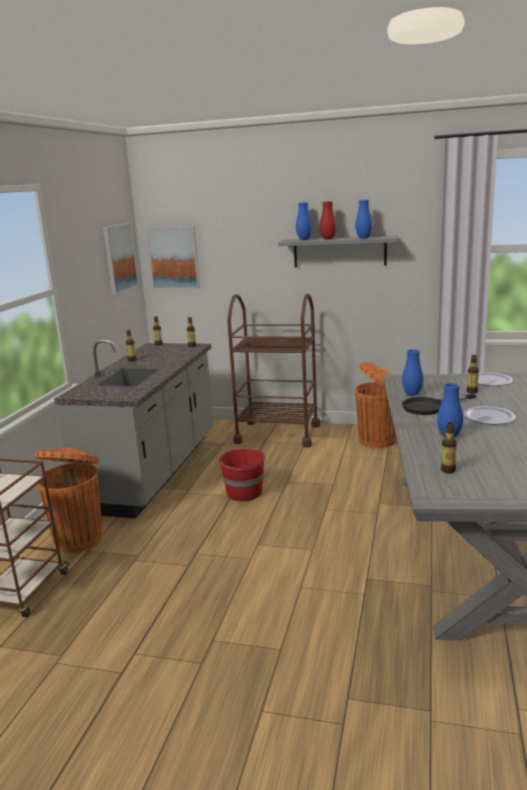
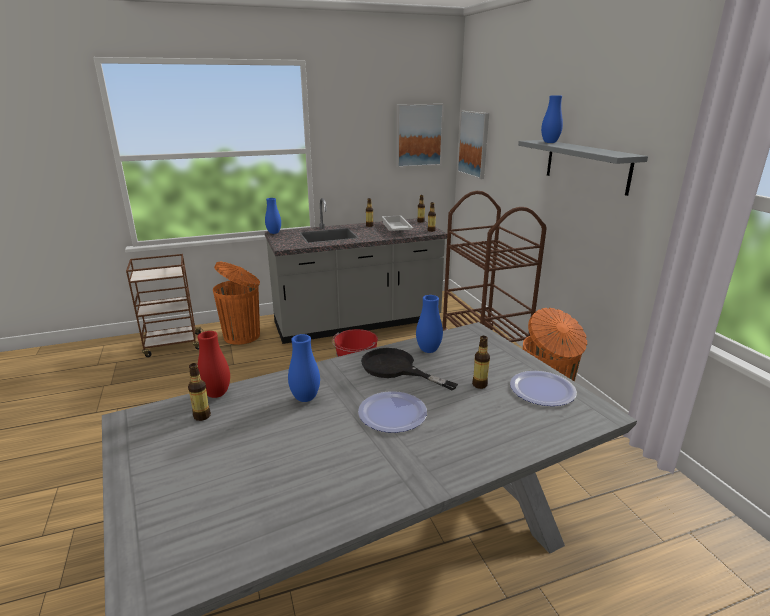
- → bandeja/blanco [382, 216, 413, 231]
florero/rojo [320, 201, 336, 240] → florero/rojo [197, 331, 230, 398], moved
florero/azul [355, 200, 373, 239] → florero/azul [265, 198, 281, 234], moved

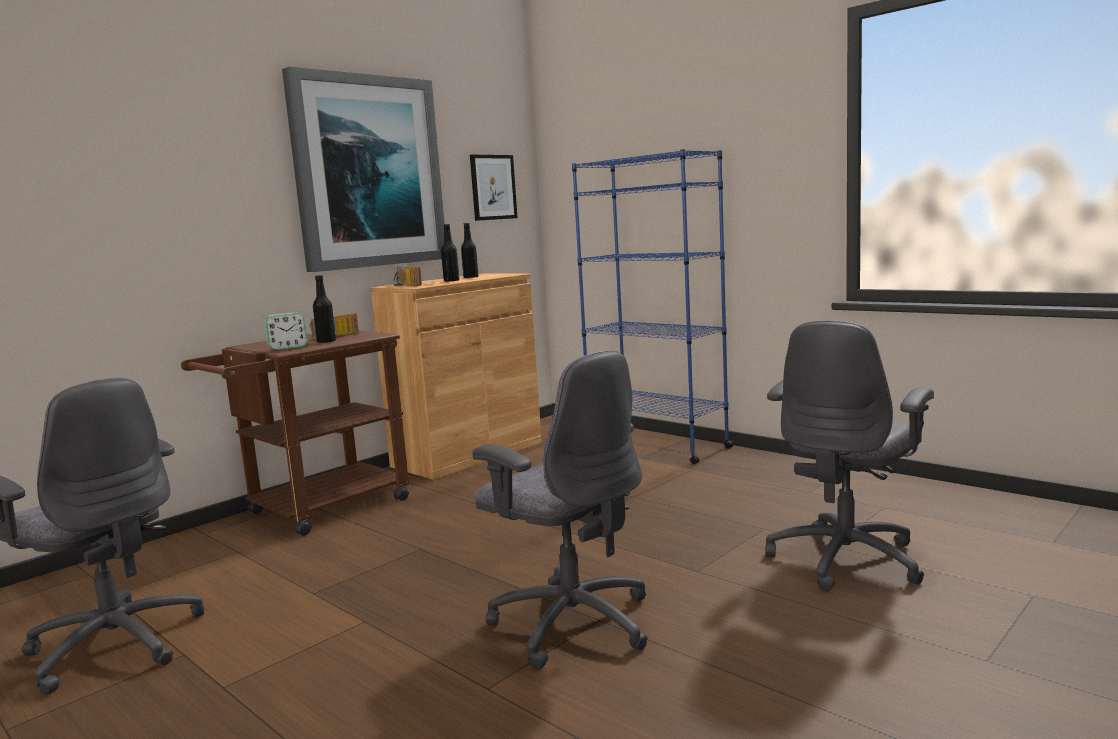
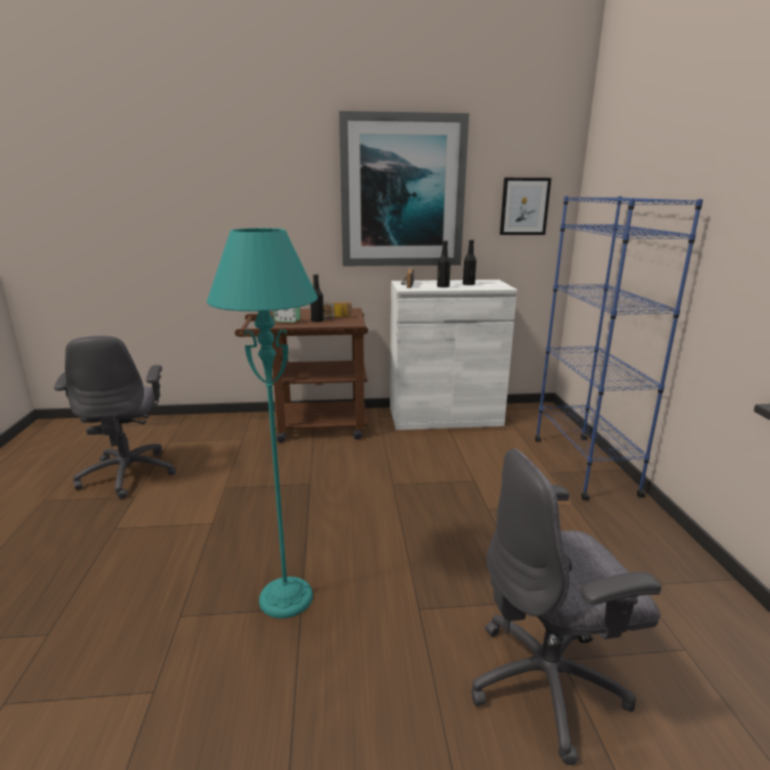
silla de oficina/gris [472, 350, 648, 670] → lámpara de pie/turquesa [207, 228, 318, 618]
armario/marrón [371, 274, 542, 480] → armario/blanco [390, 280, 517, 430]

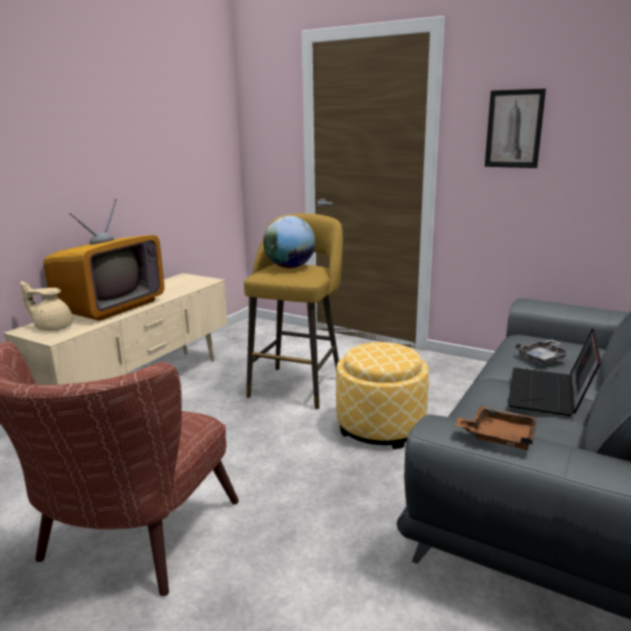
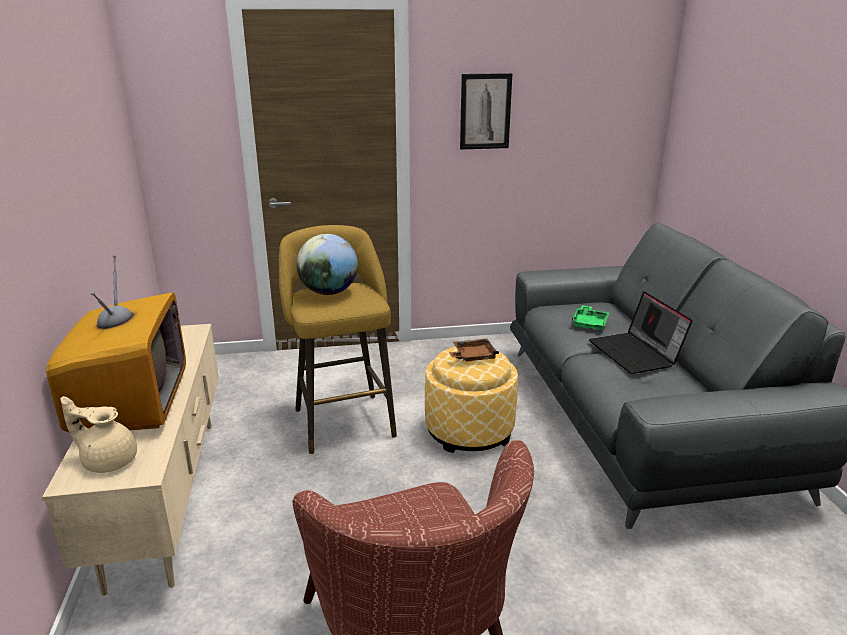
bandeja/marrón [455, 406, 537, 450] → bandeja/marrón [449, 339, 499, 362], moved
bandeja/gris [516, 340, 572, 364] → bandeja/verde [572, 305, 610, 329]
tetera/beis [20, 281, 73, 331] → tetera/beis [61, 396, 137, 473], 45 degrees clockwise

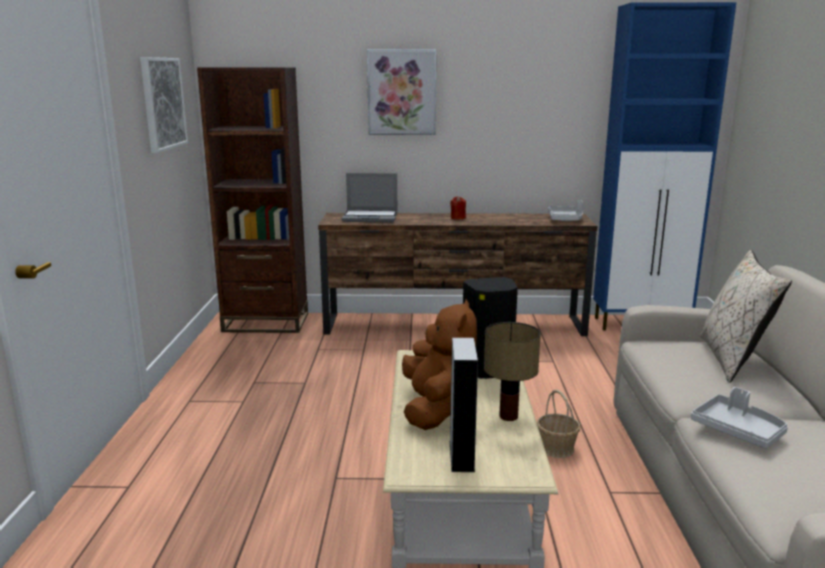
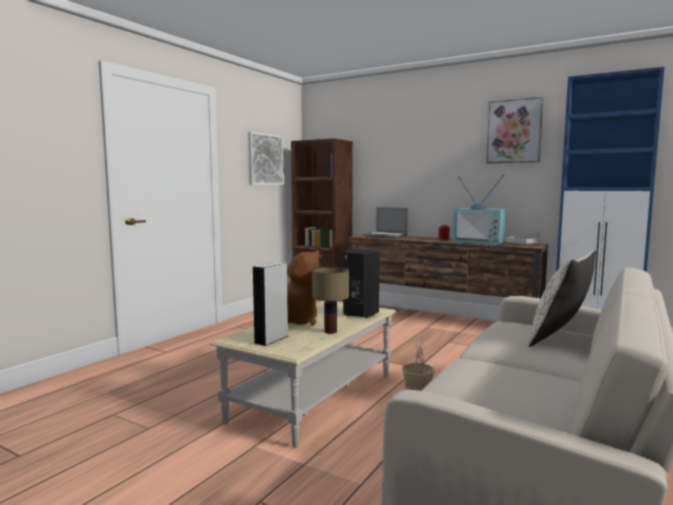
bandeja/gris [691, 387, 788, 449] → -
- → televisor [452, 174, 506, 245]
cuadro [367, 49, 436, 135] → cuadro [486, 96, 543, 163], moved

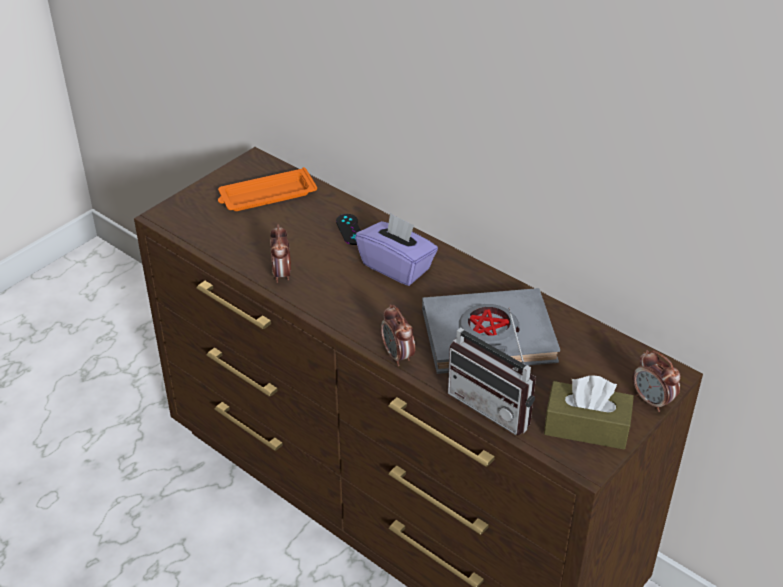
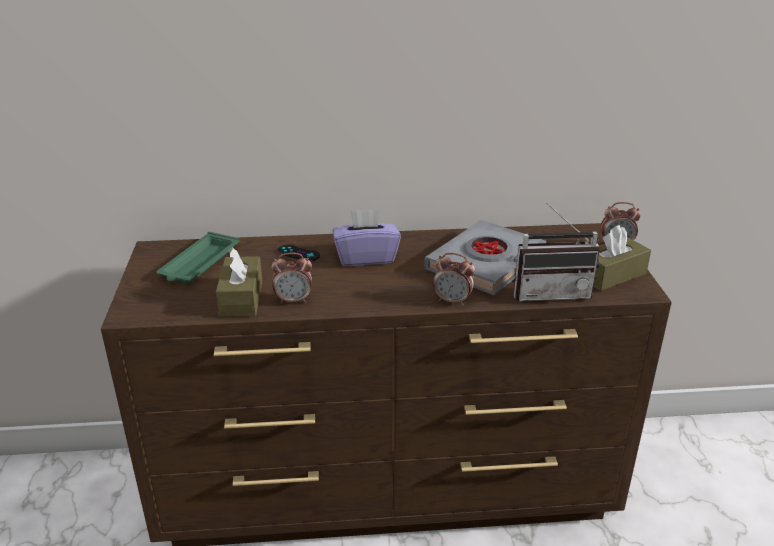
- → caja de pañuelos/marrón [216, 247, 262, 317]
bandeja/naranja [218, 167, 317, 211] → bandeja/verde [157, 232, 240, 283]
despertador [270, 225, 291, 283] → despertador [272, 252, 312, 304], 45 degrees counterclockwise

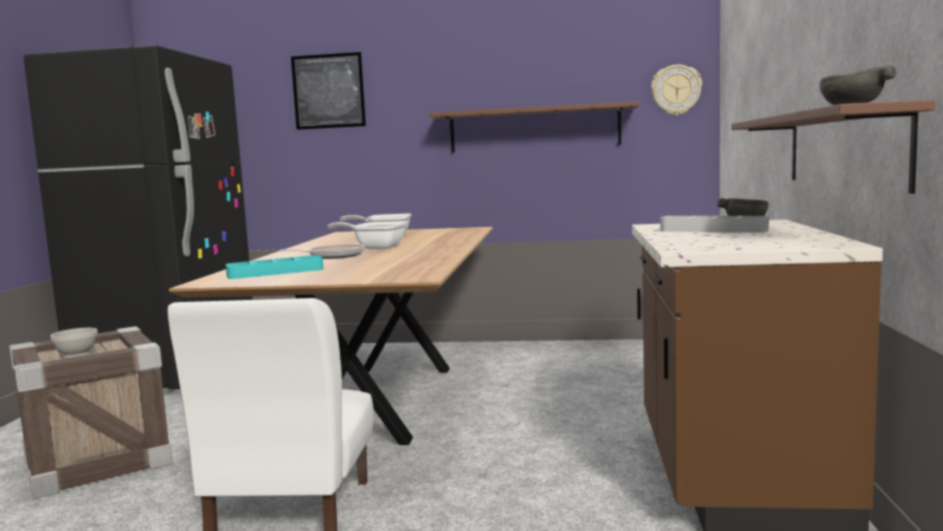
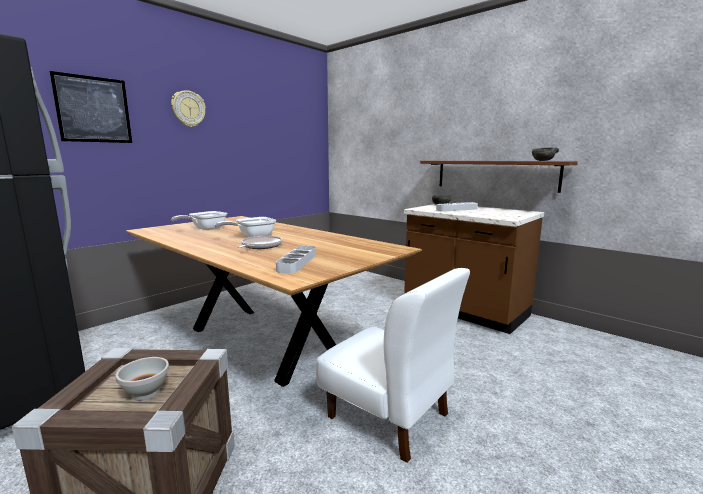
estante/marrón [429, 101, 639, 152] → -
reloj de pared [651, 64, 702, 116] → reloj de pared [171, 90, 206, 127], moved
bandeja/turquesa [226, 255, 323, 279] → bandeja/gris [276, 246, 316, 274]

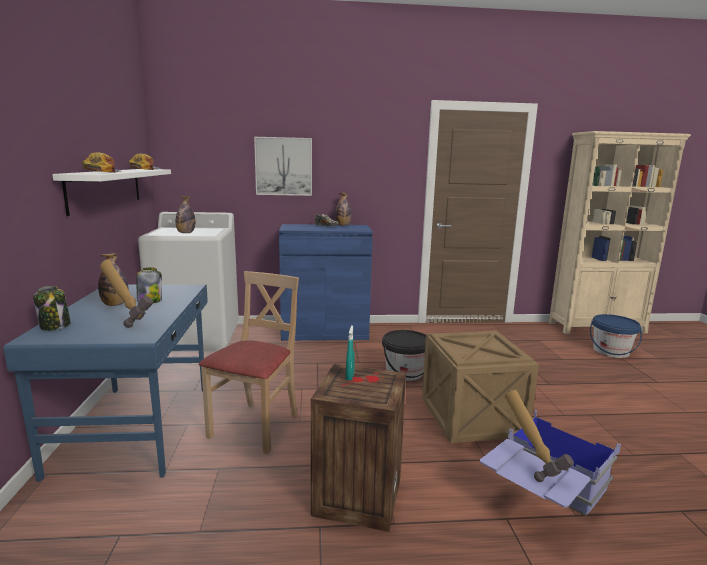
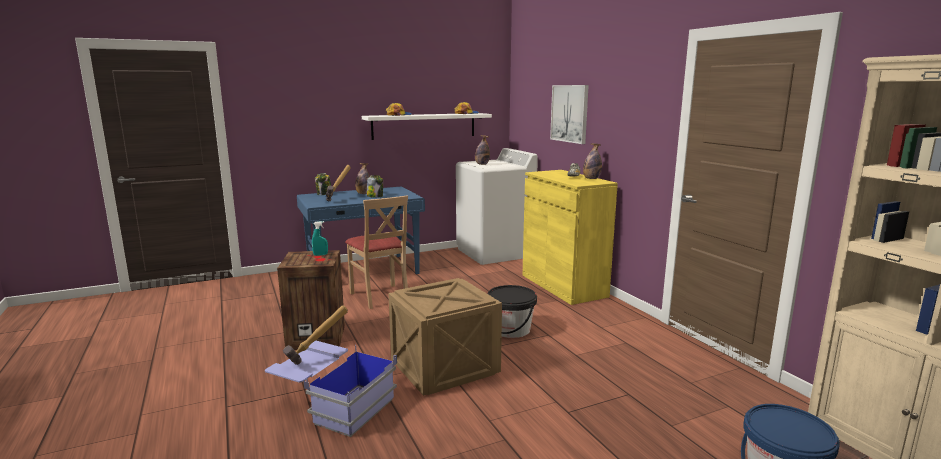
armario/azul [279, 224, 373, 341] → armario/amarillo [522, 170, 618, 305]
silla/beis [199, 271, 299, 454] → silla/beis [345, 195, 408, 309], 60 degrees clockwise

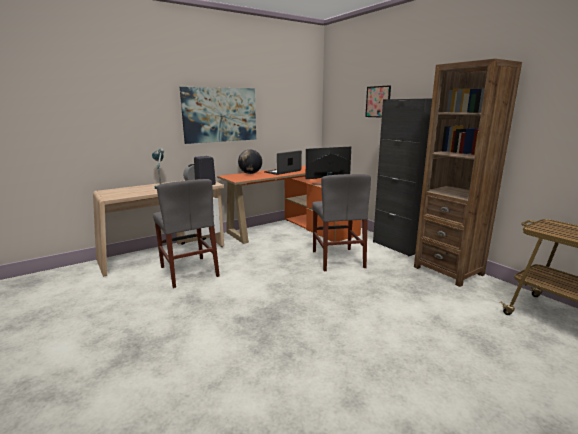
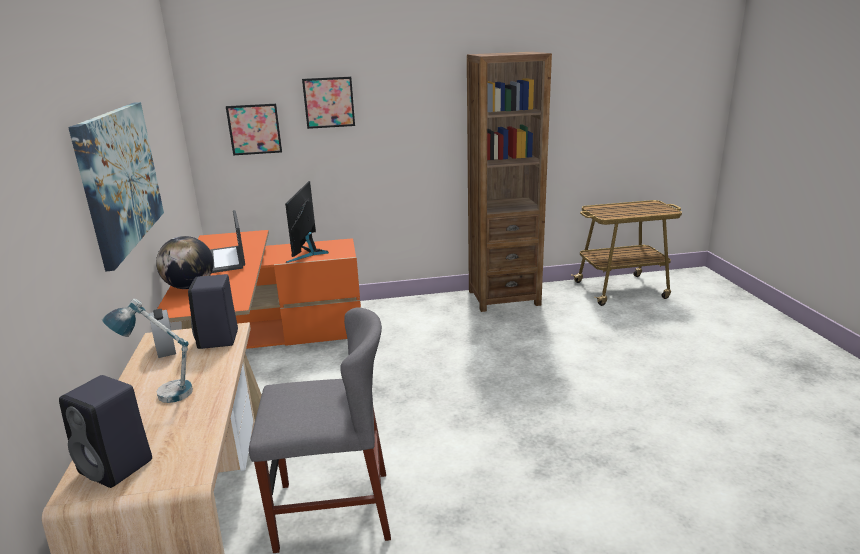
silla/gris [312, 174, 371, 271] → -
armario/negro [373, 99, 432, 257] → -
- → altavoz/negro [59, 375, 152, 488]
- → cuadro [226, 104, 282, 155]

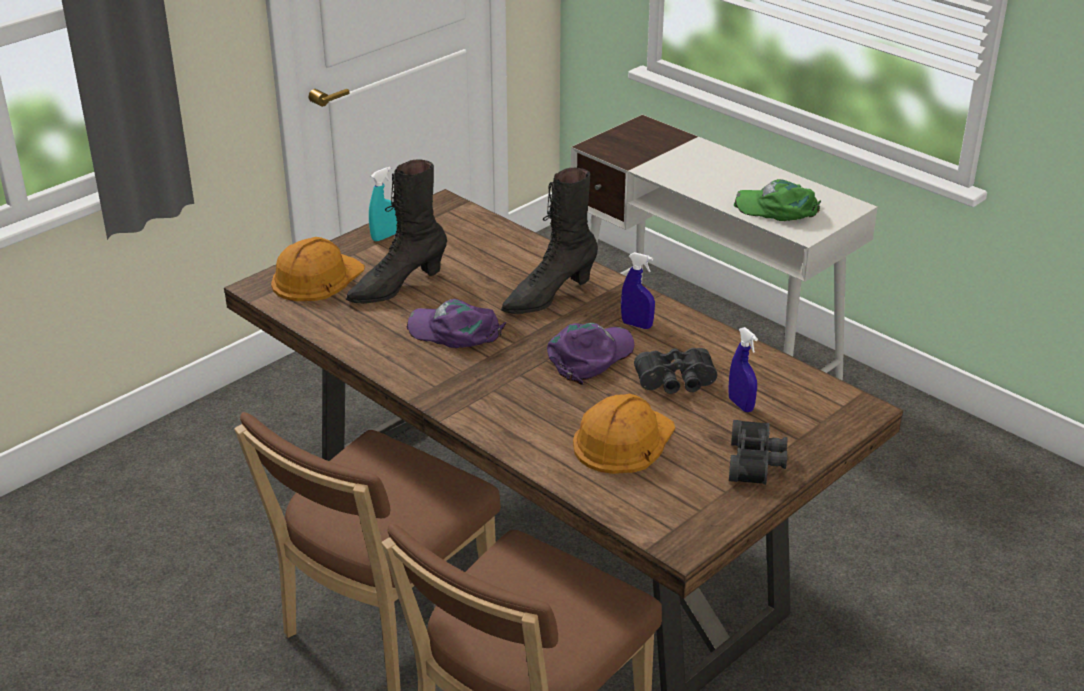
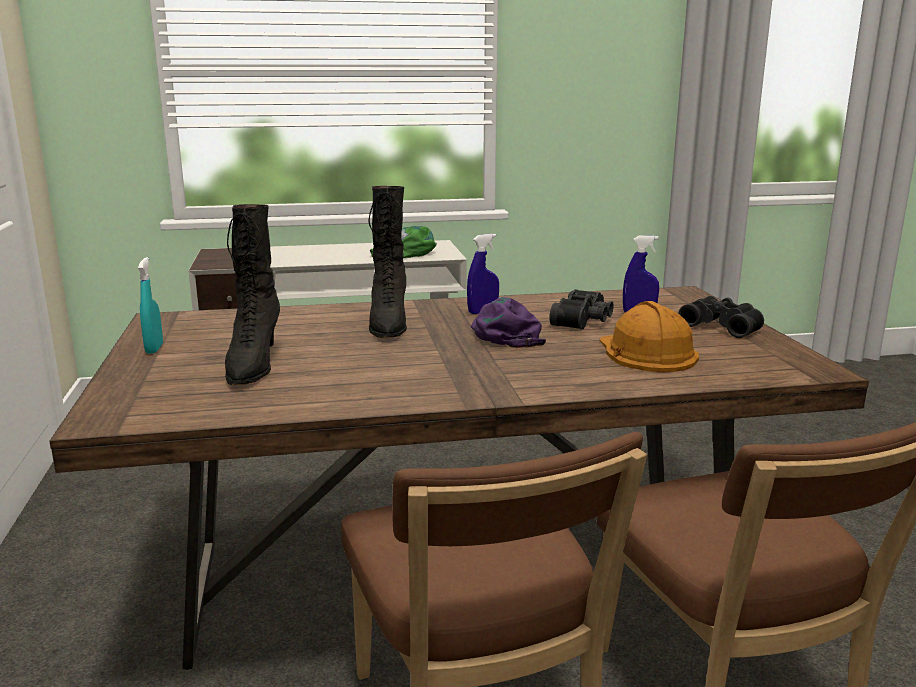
casco/naranja [271, 237, 365, 301] → -
gorra/morado [406, 299, 506, 348] → -

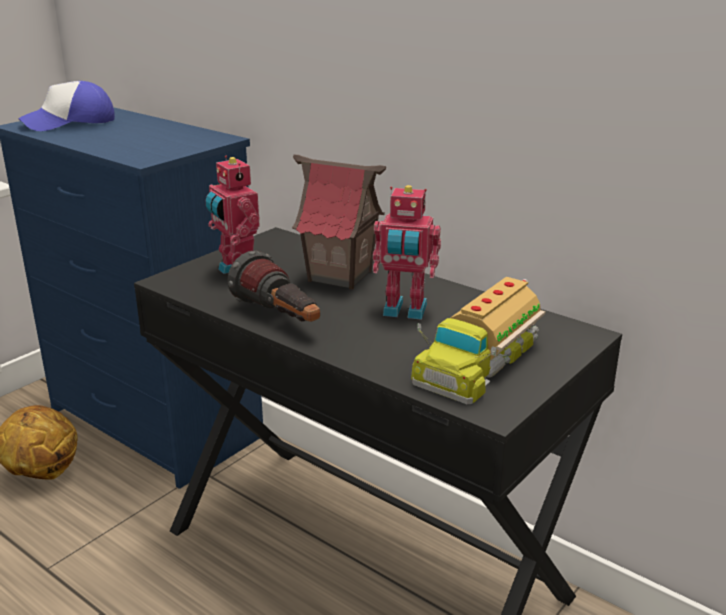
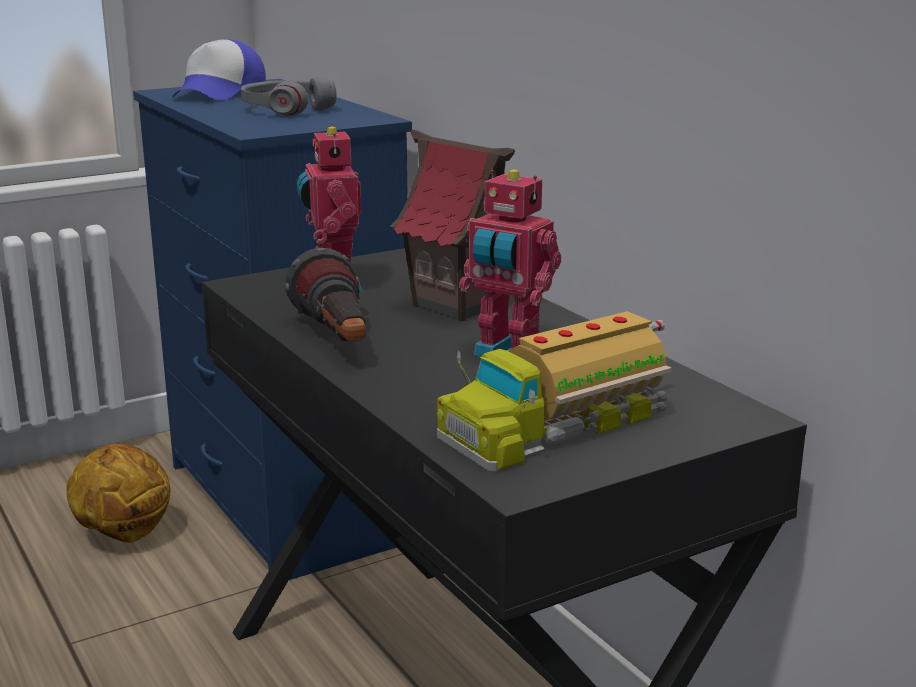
- → auriculares/gris [241, 77, 337, 116]
gorra [18, 81, 115, 131] → gorra [172, 39, 266, 100], 60 degrees counterclockwise

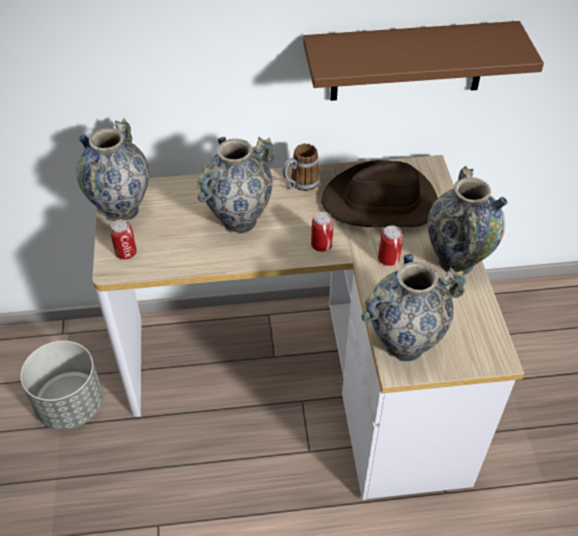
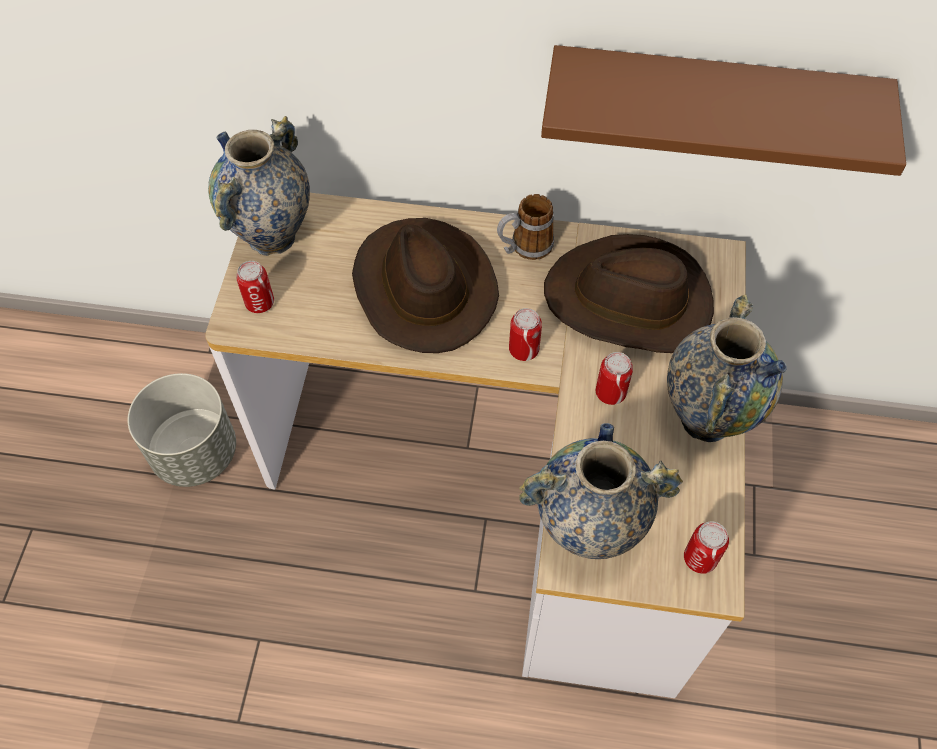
- → lata [684, 522, 729, 574]
florero [196, 137, 275, 234] → sombrero/marrón [352, 218, 499, 353]

